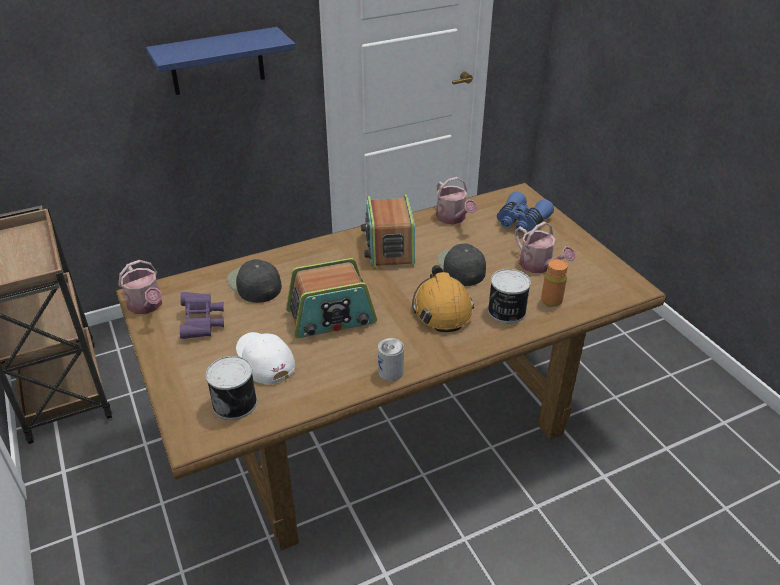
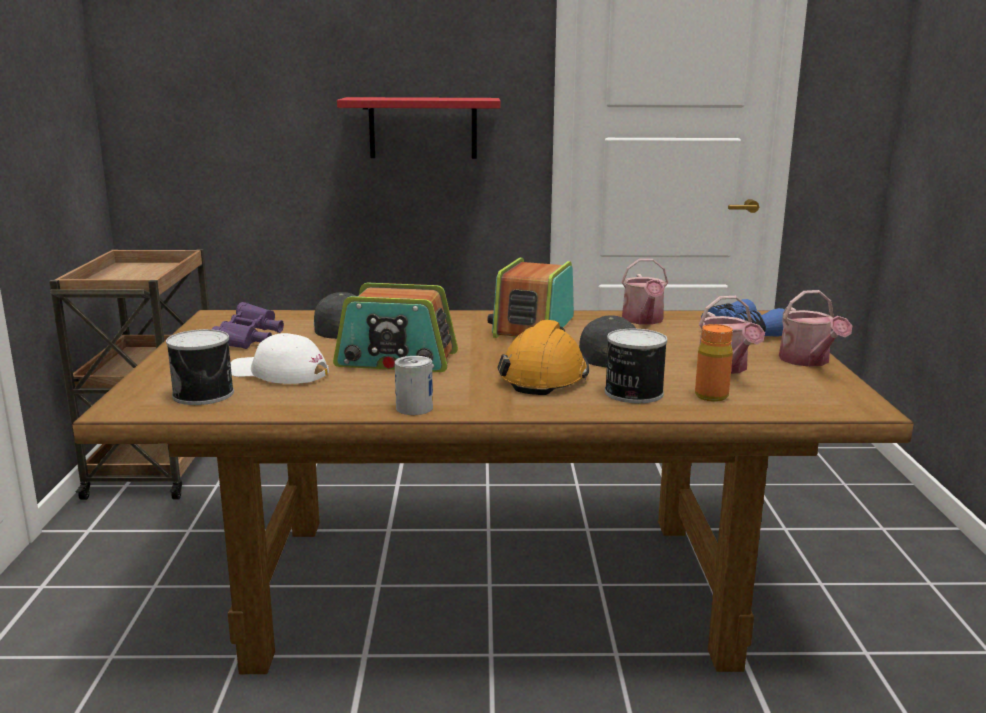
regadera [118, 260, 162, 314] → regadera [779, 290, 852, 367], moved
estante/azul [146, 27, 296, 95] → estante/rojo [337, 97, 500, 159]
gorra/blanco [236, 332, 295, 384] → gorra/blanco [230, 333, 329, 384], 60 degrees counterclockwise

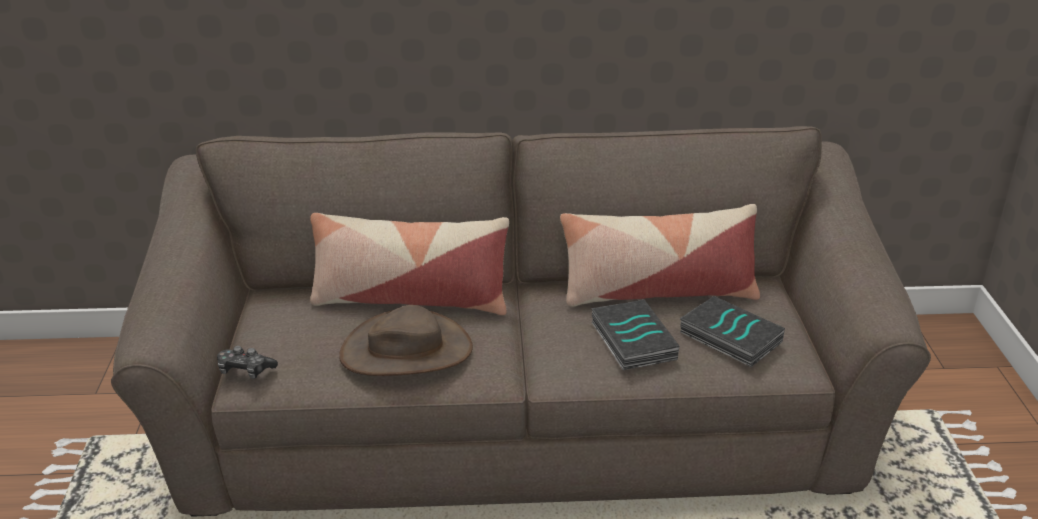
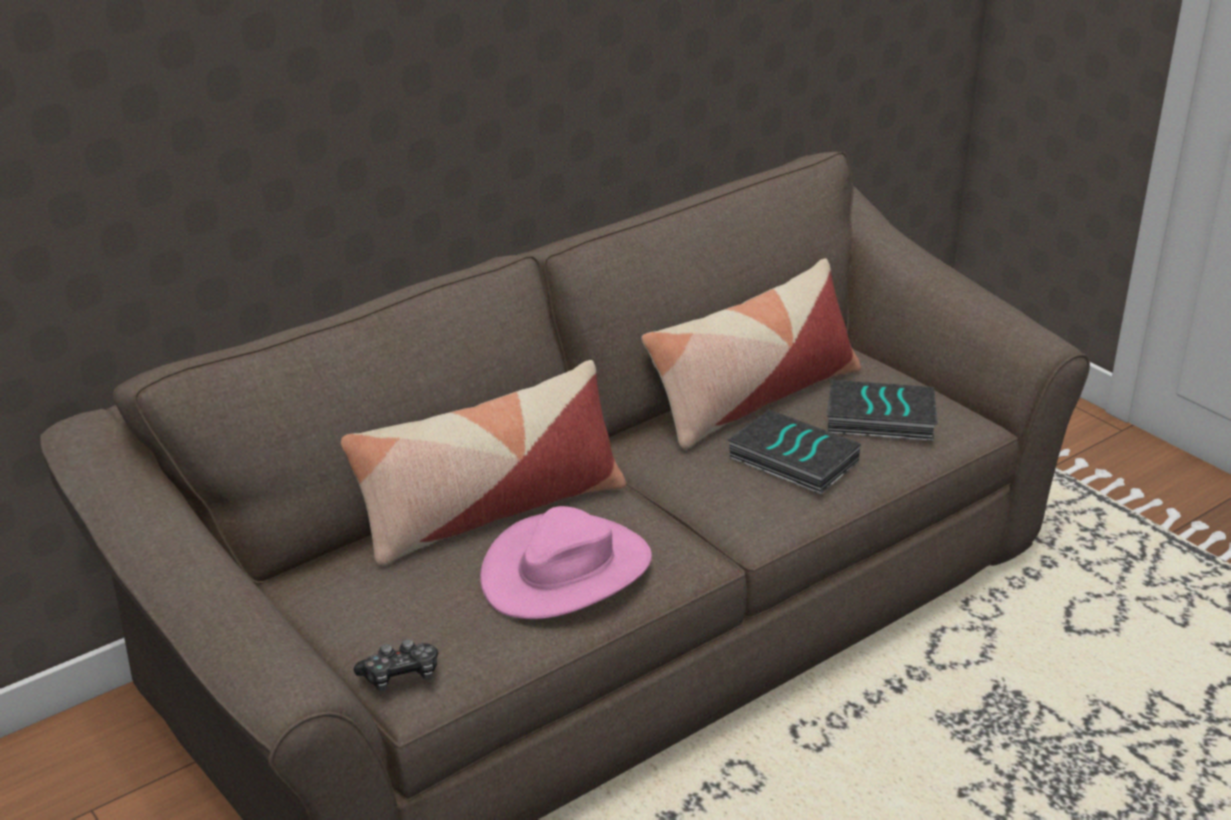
sombrero/marrón [339, 305, 473, 376] → sombrero/rosa [480, 506, 652, 619]

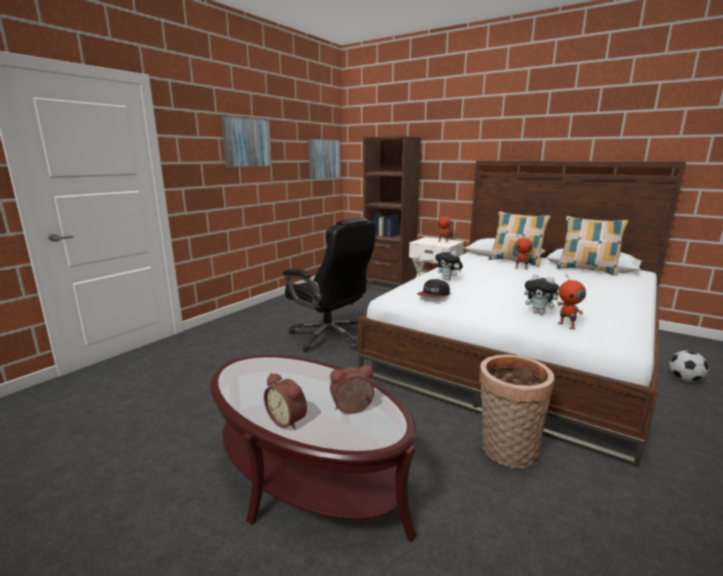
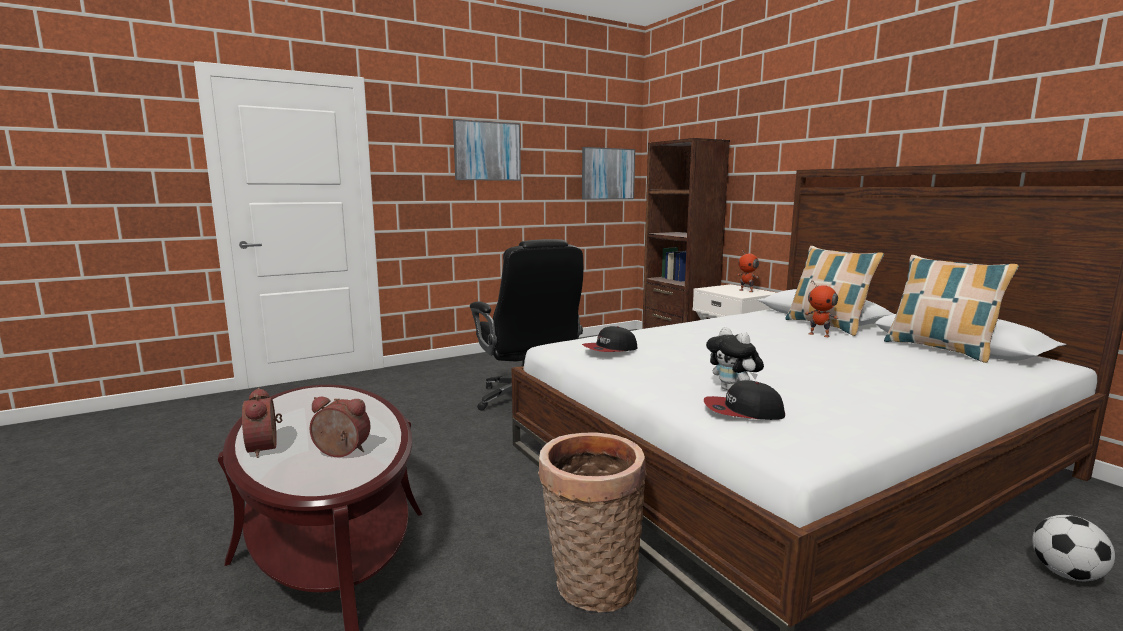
peluche [435, 248, 463, 280] → -
robot de juguete [557, 274, 586, 330] → gorra [704, 380, 785, 420]

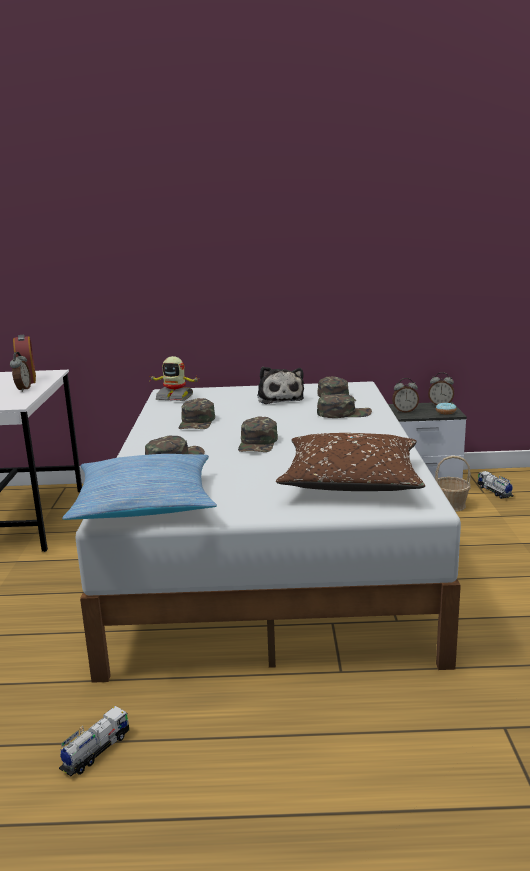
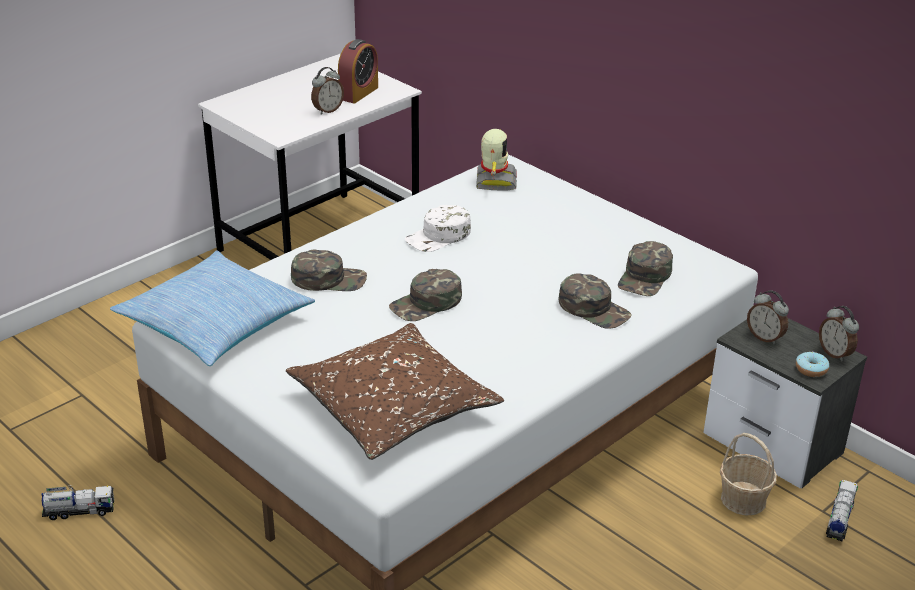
peluche [257, 367, 304, 404] → -
gorra/verde [179, 398, 215, 429] → gorra/blanco [405, 205, 471, 252]
robot de juguete [149, 356, 199, 401] → robot de juguete [476, 129, 517, 191], 150 degrees counterclockwise

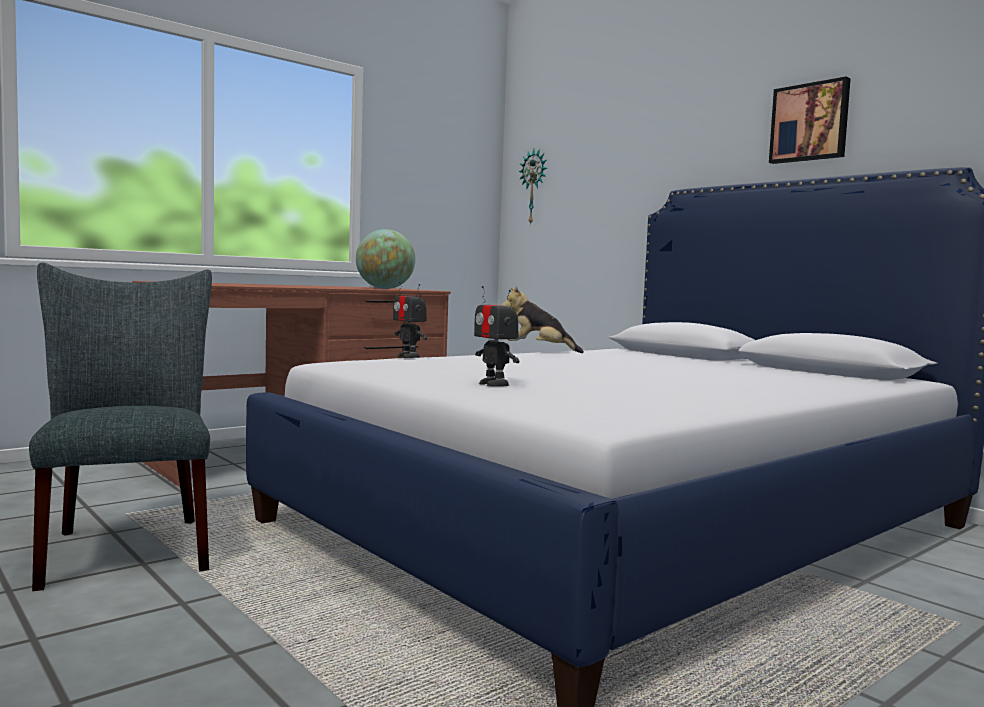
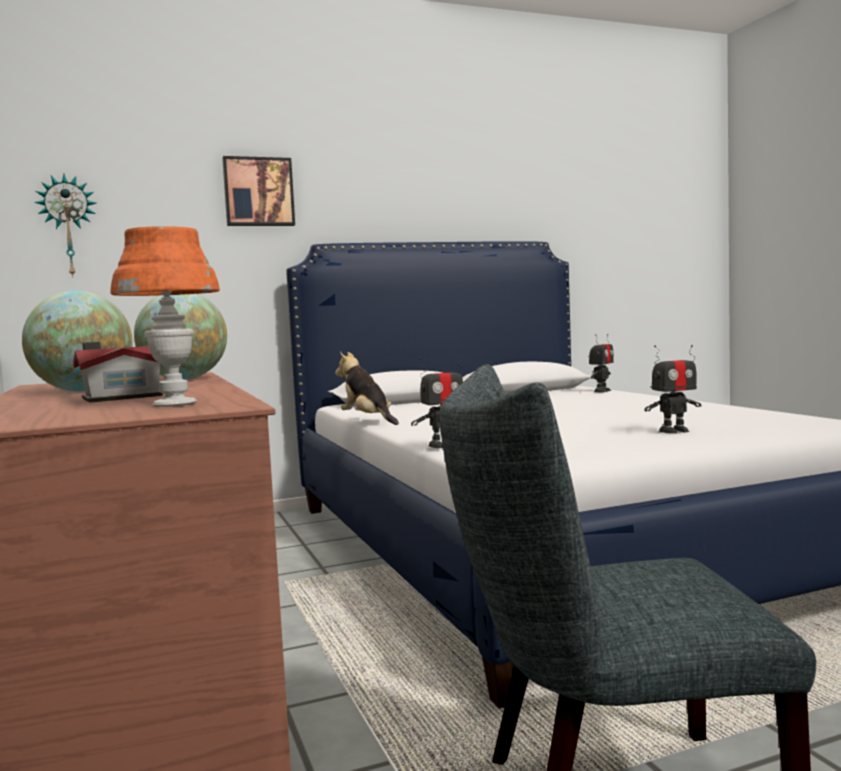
- → globo terráqueo [22, 291, 132, 391]
- → casita [73, 342, 163, 403]
- → lámpara de mesa/naranja [110, 226, 220, 407]
- → robot de juguete [589, 334, 614, 392]
cuadro [769, 77, 851, 164] → cuadro [222, 156, 295, 226], moved
peluche [502, 286, 584, 353] → peluche [335, 351, 399, 425], 105 degrees clockwise

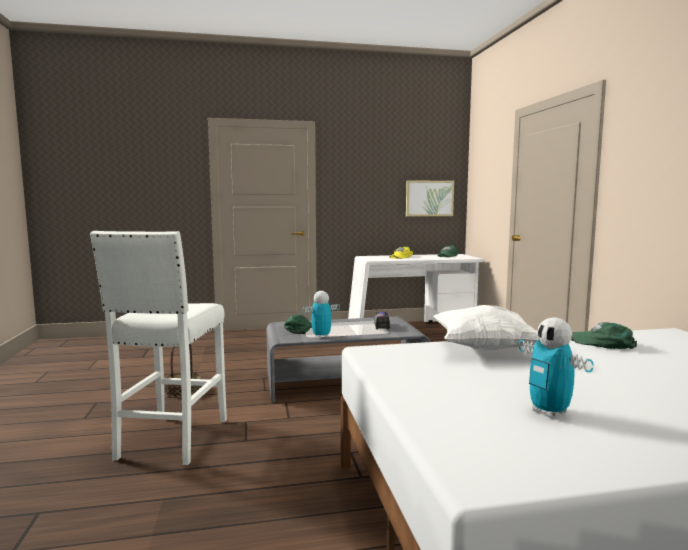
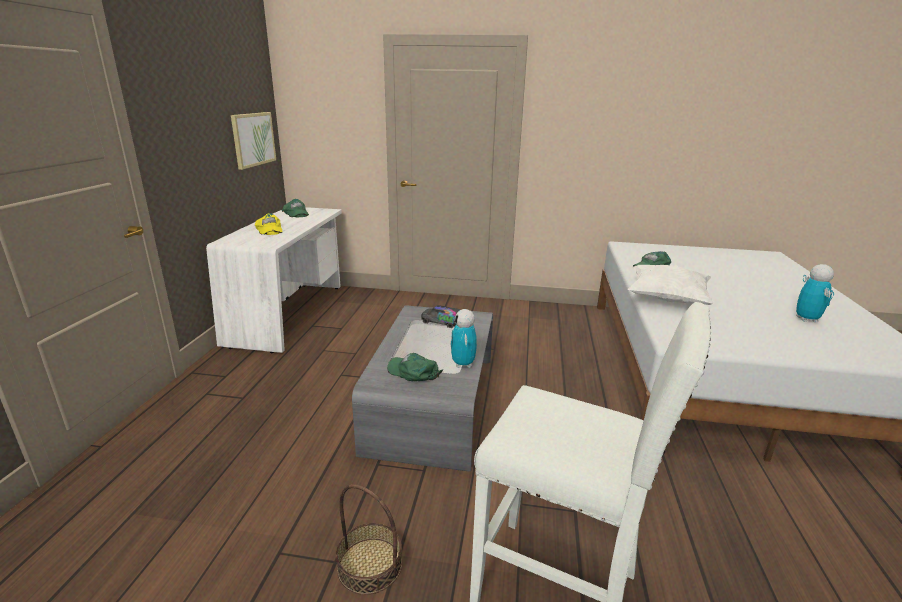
robot de juguete [519, 318, 594, 418] → robot de juguete [796, 264, 834, 323], 75 degrees counterclockwise

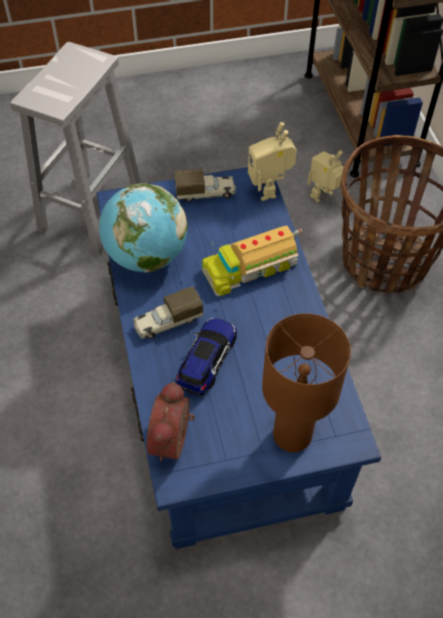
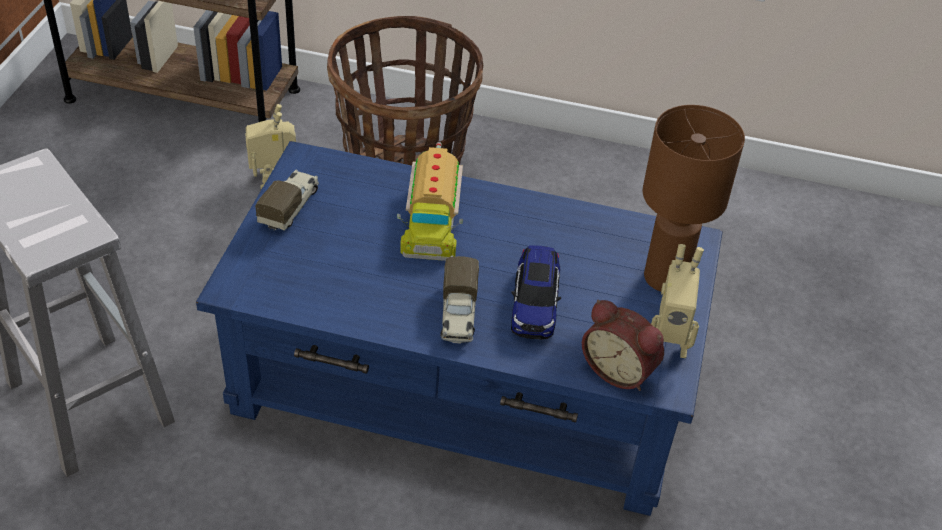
globo terráqueo [99, 183, 188, 273] → -
robot de juguete [248, 122, 297, 201] → robot de juguete [651, 244, 704, 358], moved
coche de juguete [176, 318, 237, 396] → coche de juguete [511, 245, 561, 340], 135 degrees counterclockwise

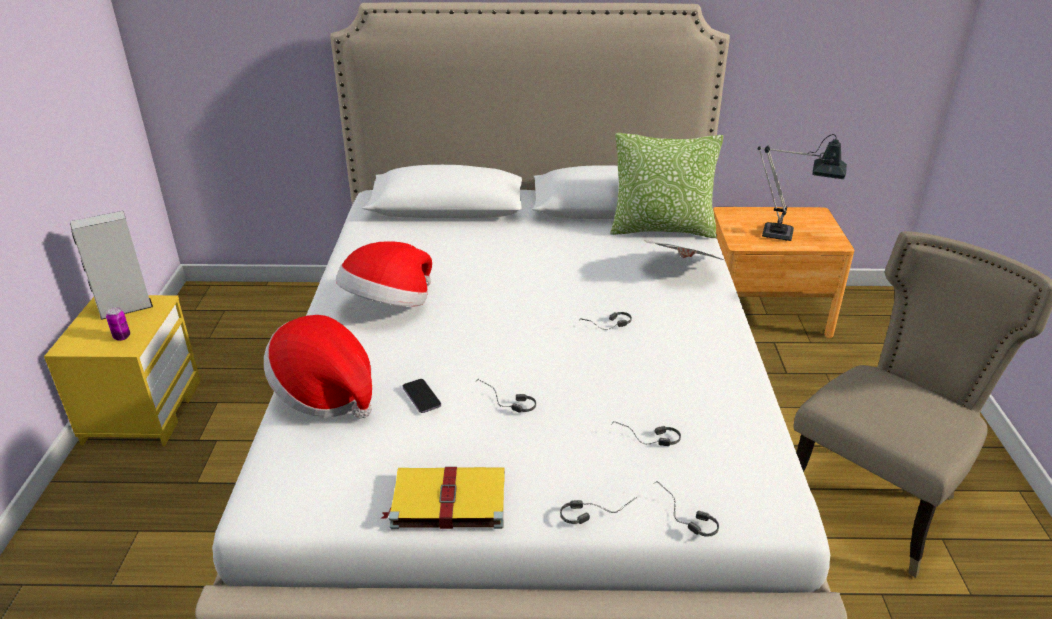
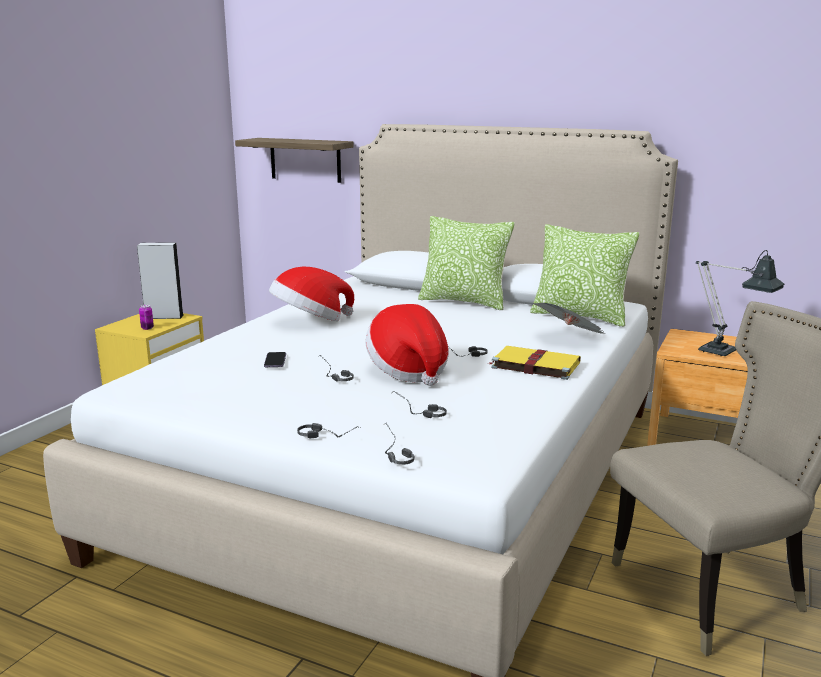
- → estante [235, 138, 354, 183]
- → cojín [418, 216, 515, 310]
sombrero [264, 315, 372, 418] → sombrero [365, 304, 449, 386], moved
libro/amarillo [380, 467, 505, 529] → libro/amarillo [489, 346, 581, 380], moved

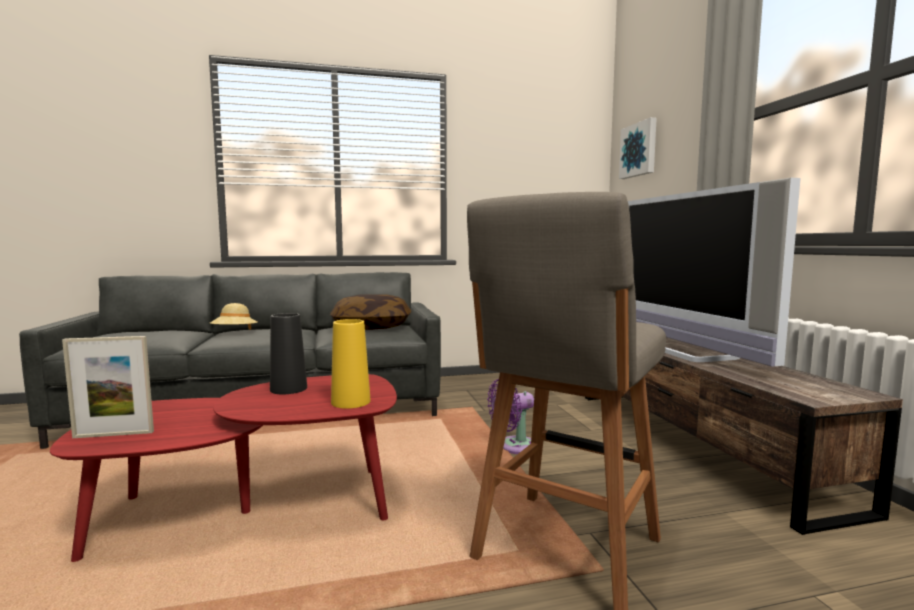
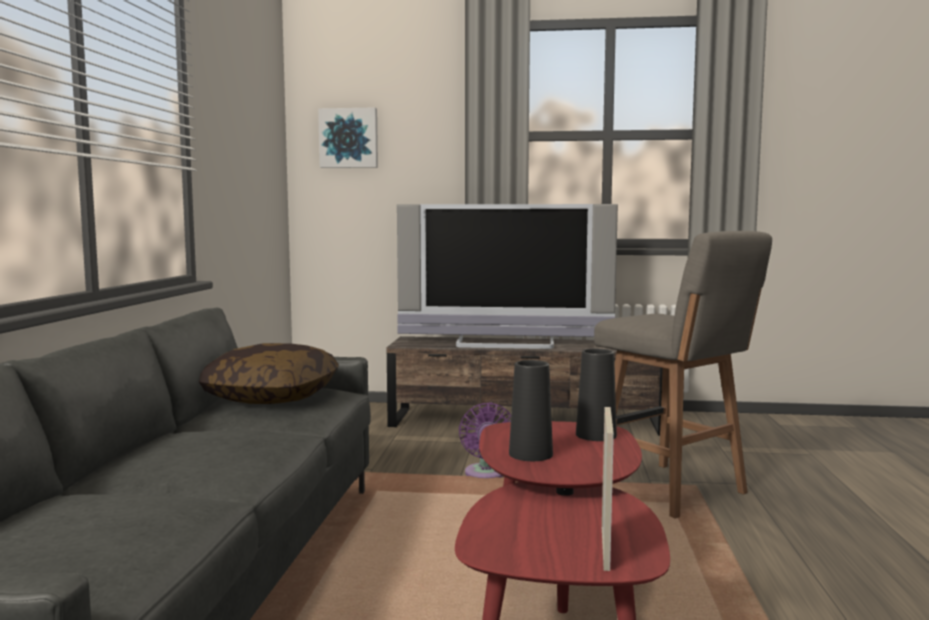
sombrero/beis [210, 303, 258, 330] → -
florero/amarillo [331, 319, 371, 409] → florero/negro [576, 349, 617, 441]

